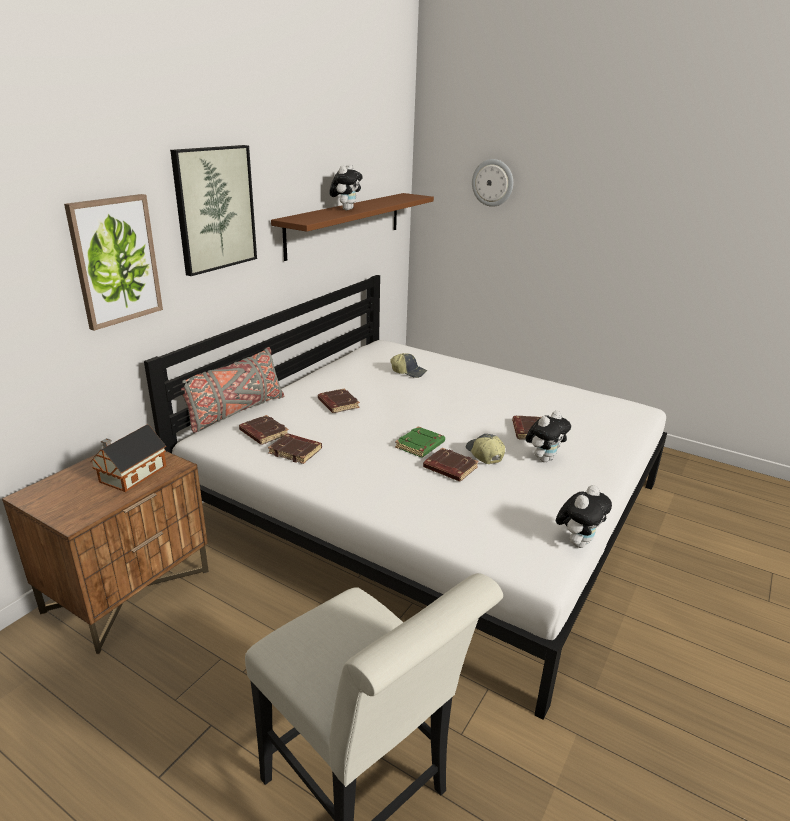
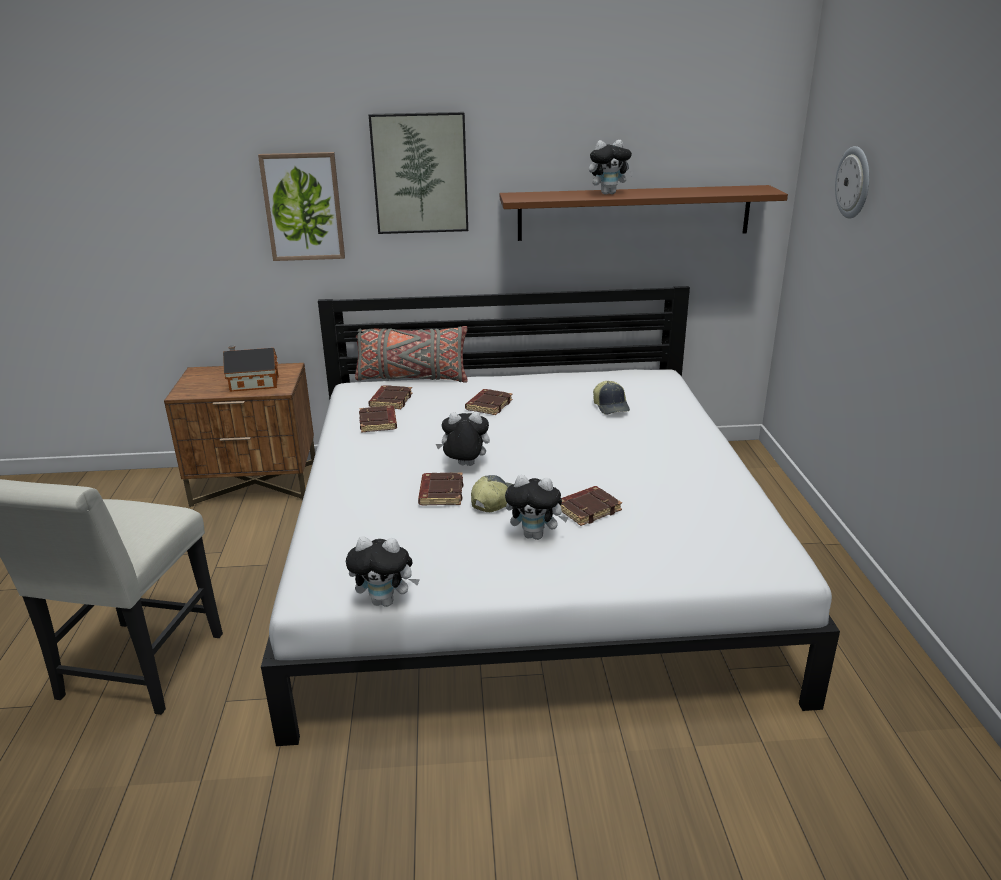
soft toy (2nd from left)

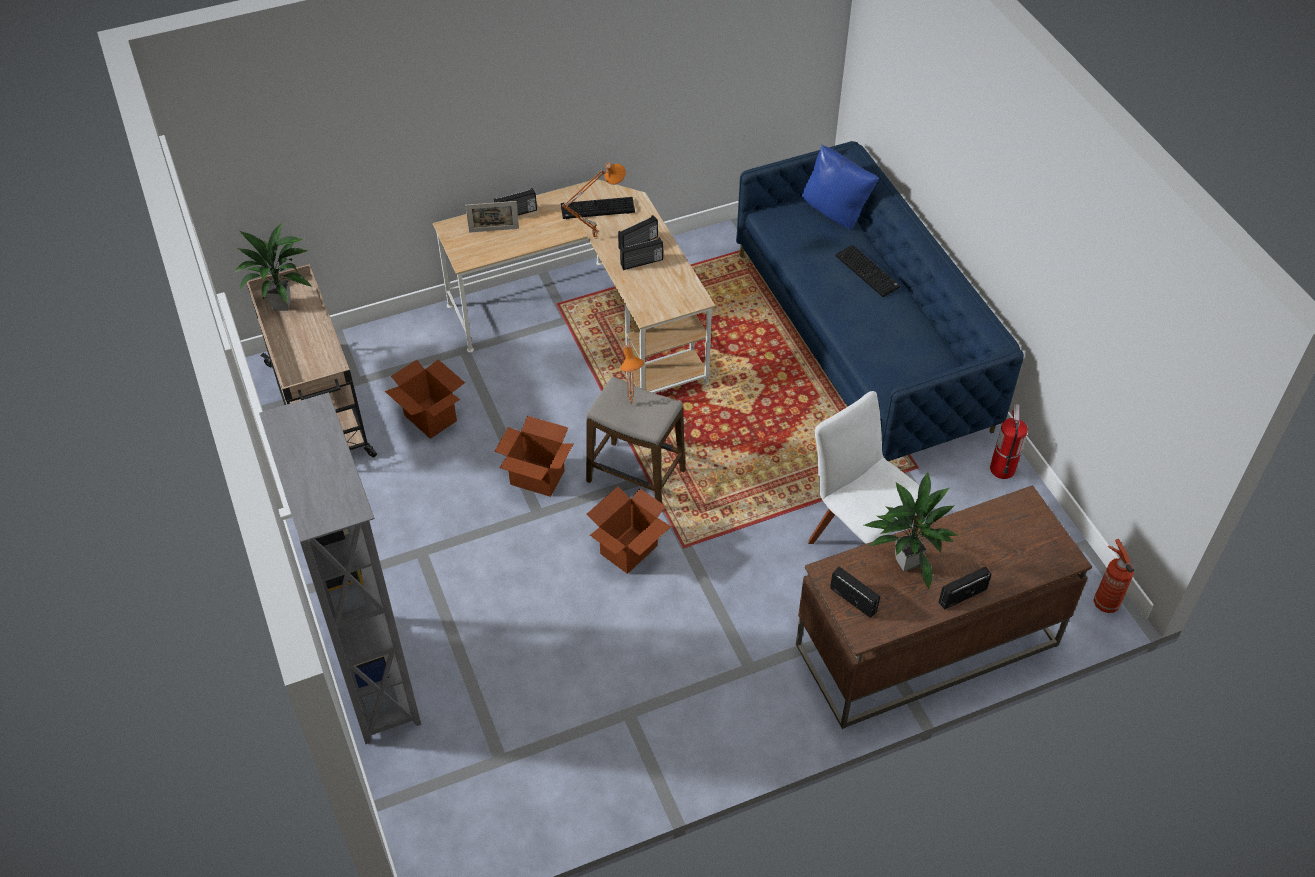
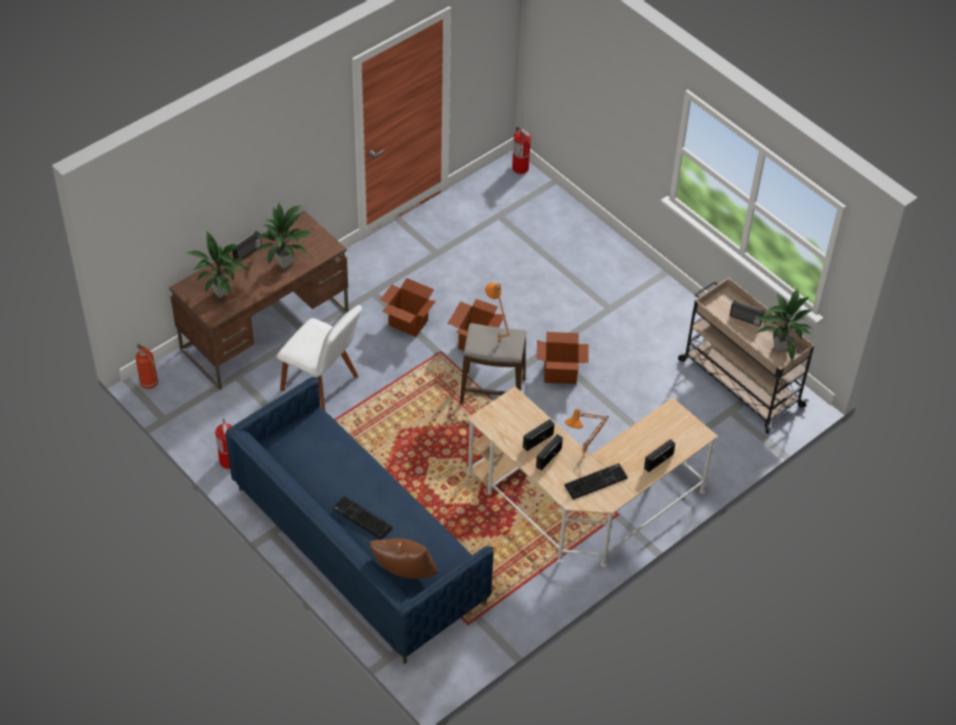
throw pillow (brown); photo frame; packing box (1st from left); shelving unit (greyish); radio (5th from left); extinguisher (3rd from left); plant in a pot (1st from left)

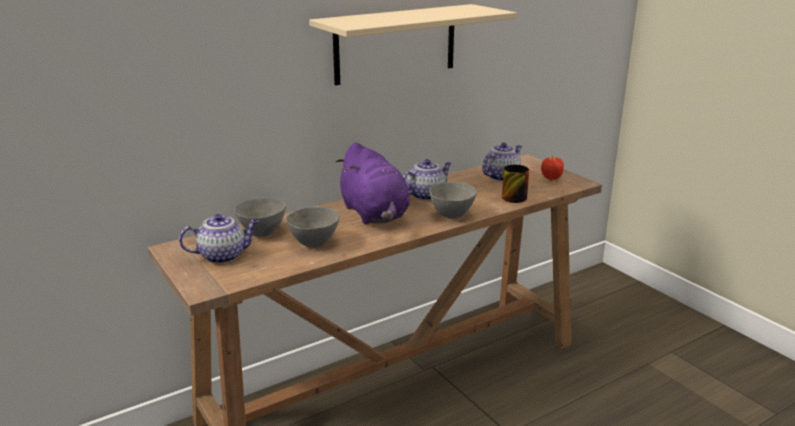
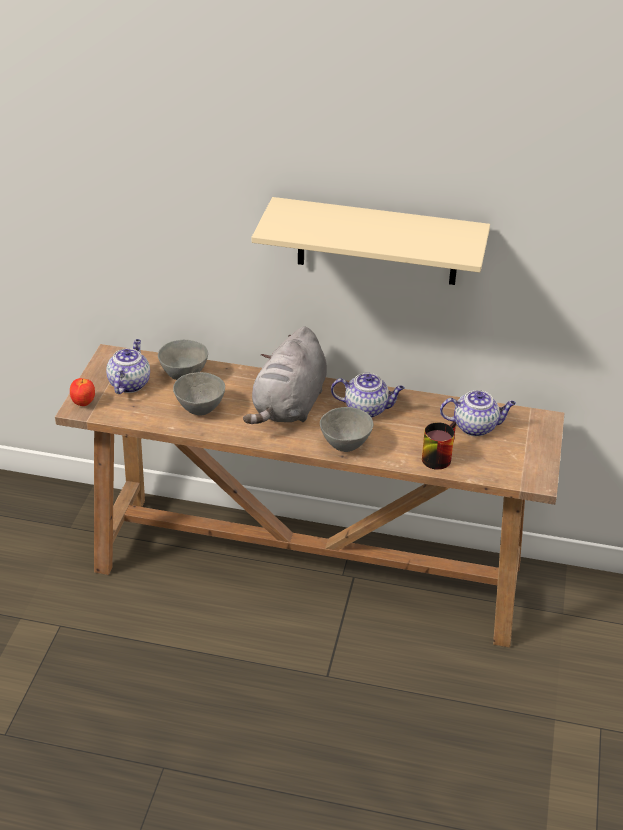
soft toy (greyish); whole apple; teapot (1st from left)

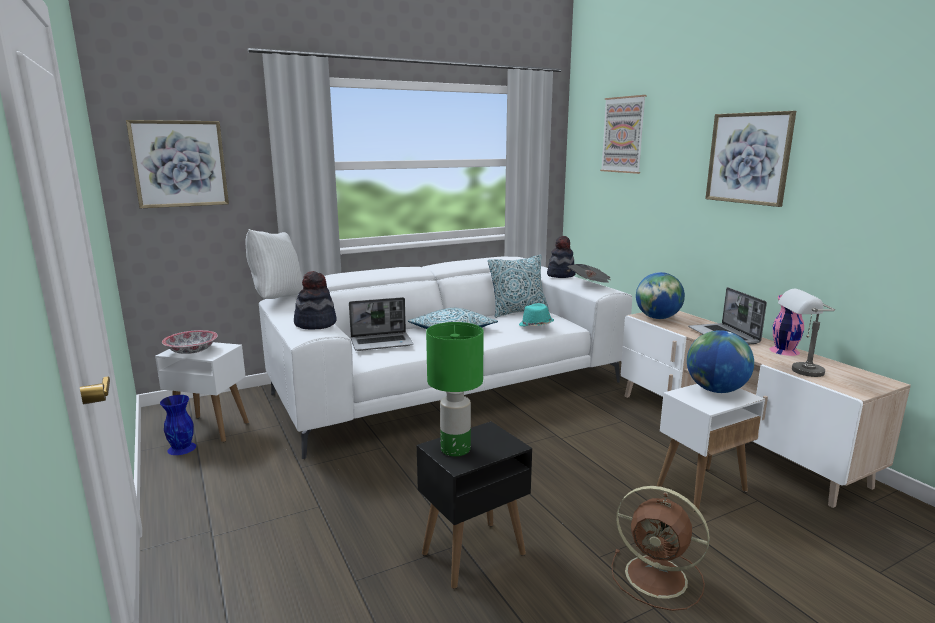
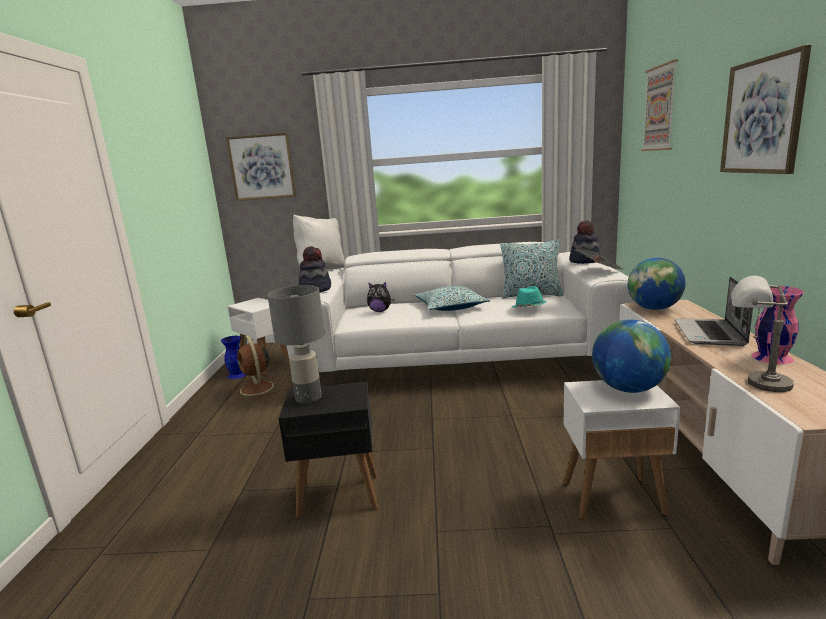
soft toy; table lamp (greyish) (1st from left); serving bowl; cooling fan (brown)

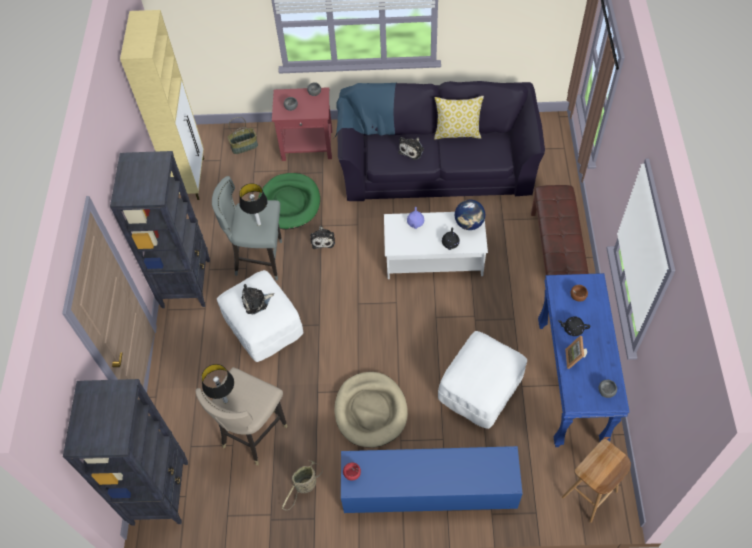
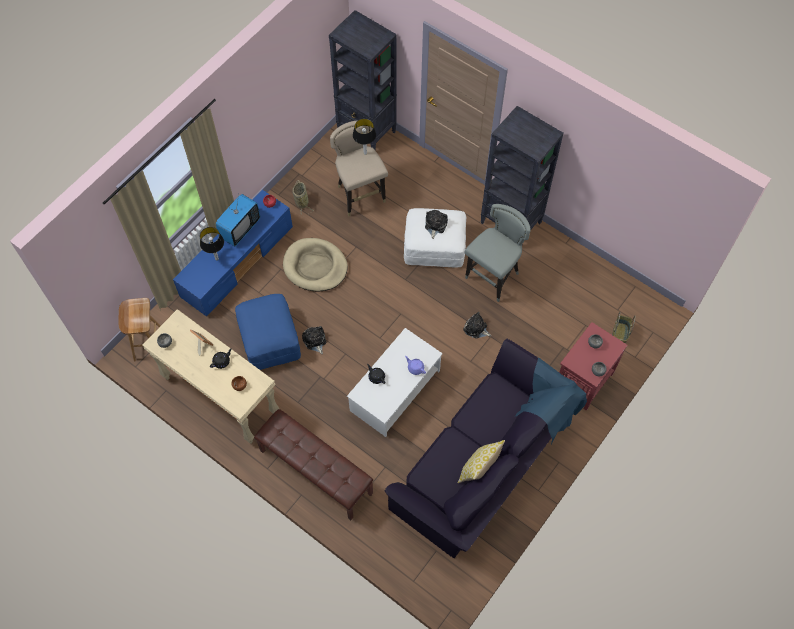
cabinet (sand-coloured); soft toy (1st from left); pet bed (greenish); table lamp (1st from left); desk globe; narrow table (sand-coloured); footrest (blue-coloured); TV set

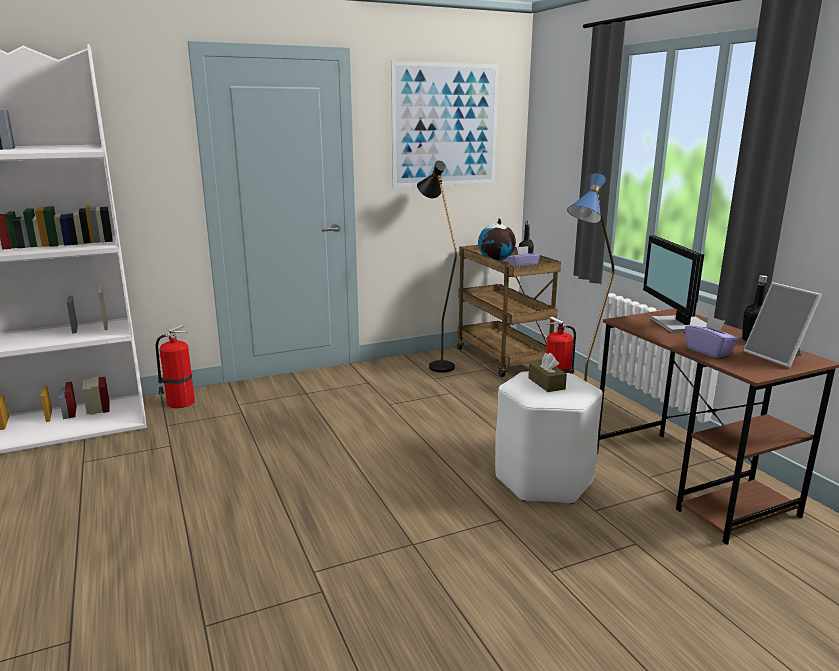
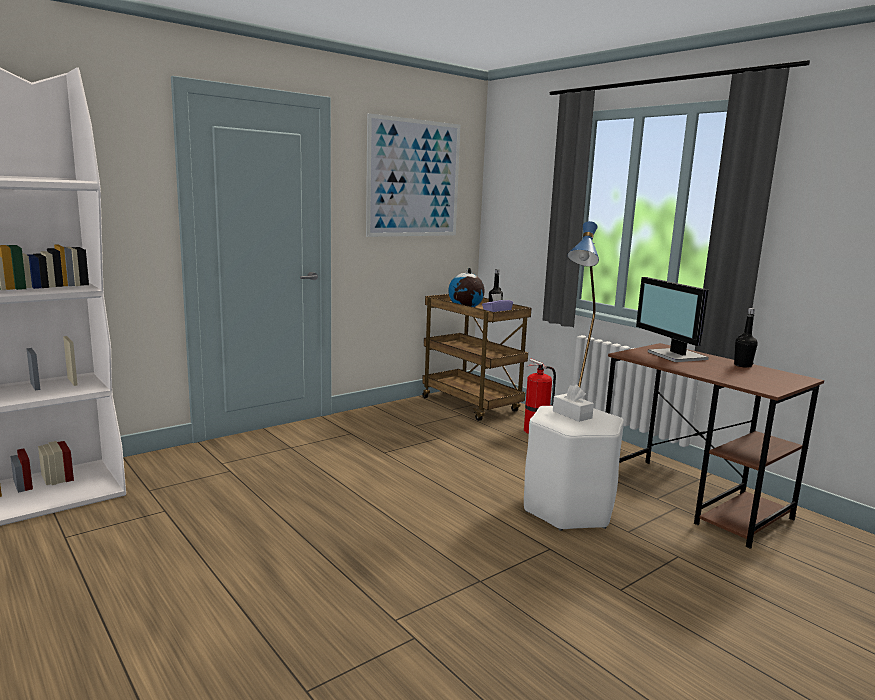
standard lamp (black-coloured); photo frame; box of tissues (purplish) (2nd from left in the first image); extinguisher (1st from left in the first image); box of tissues (whitish)

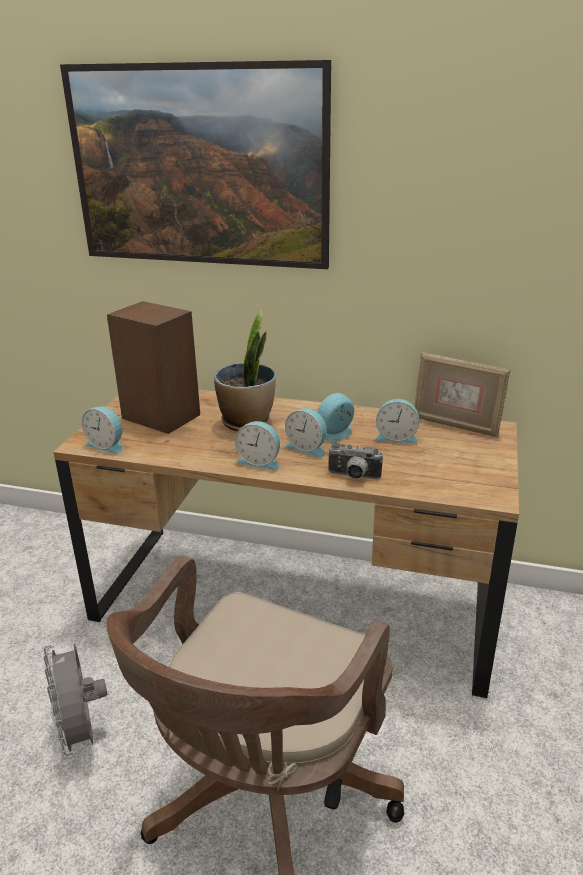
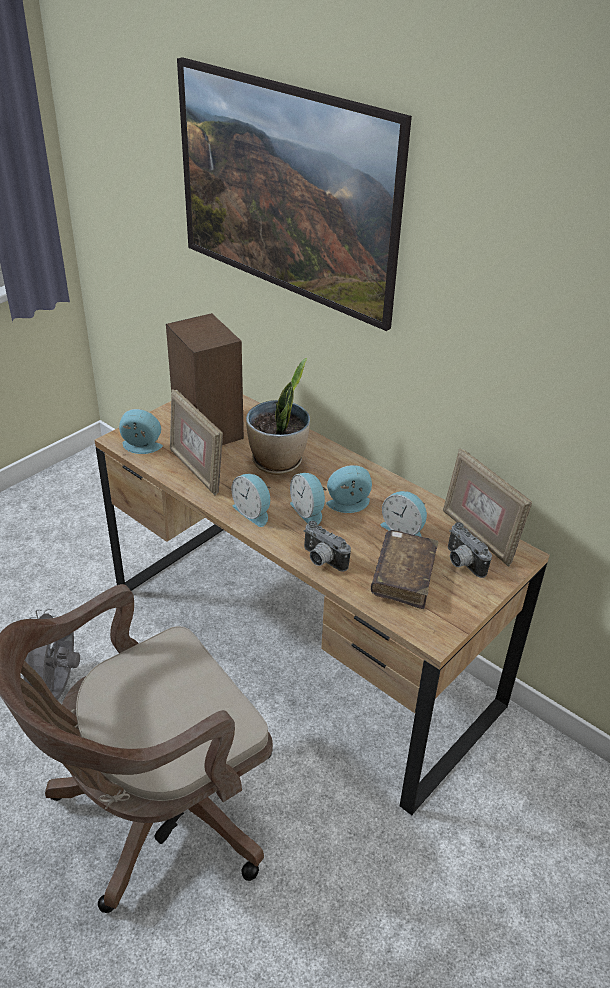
bedside clock (1st from left); photo frame (1st from left); still camera (2nd from left); bound book (brown)

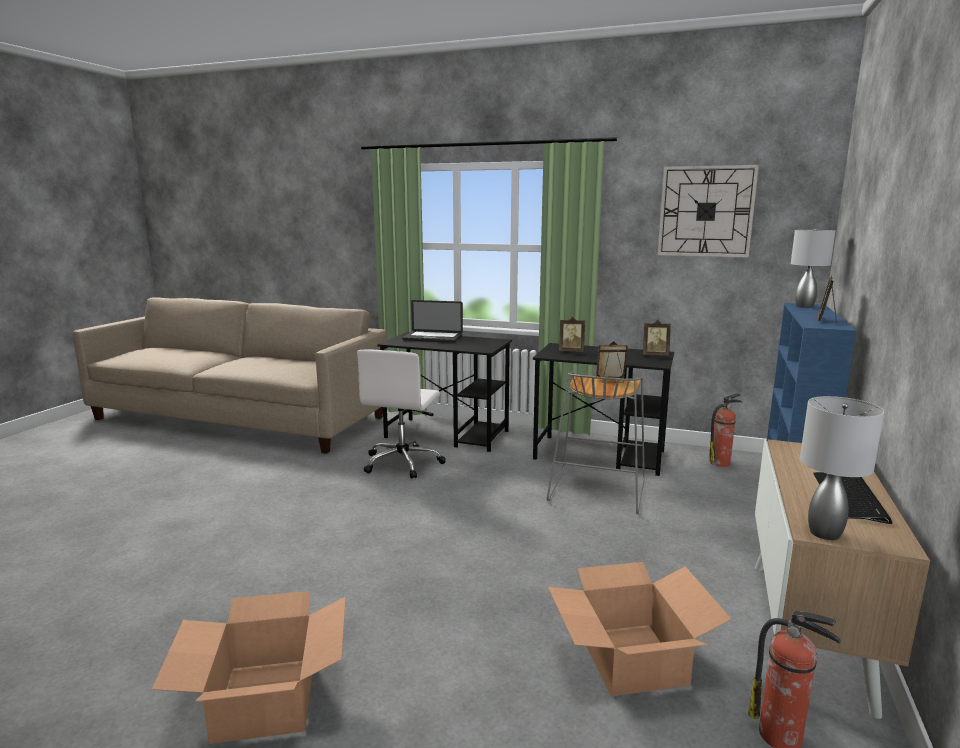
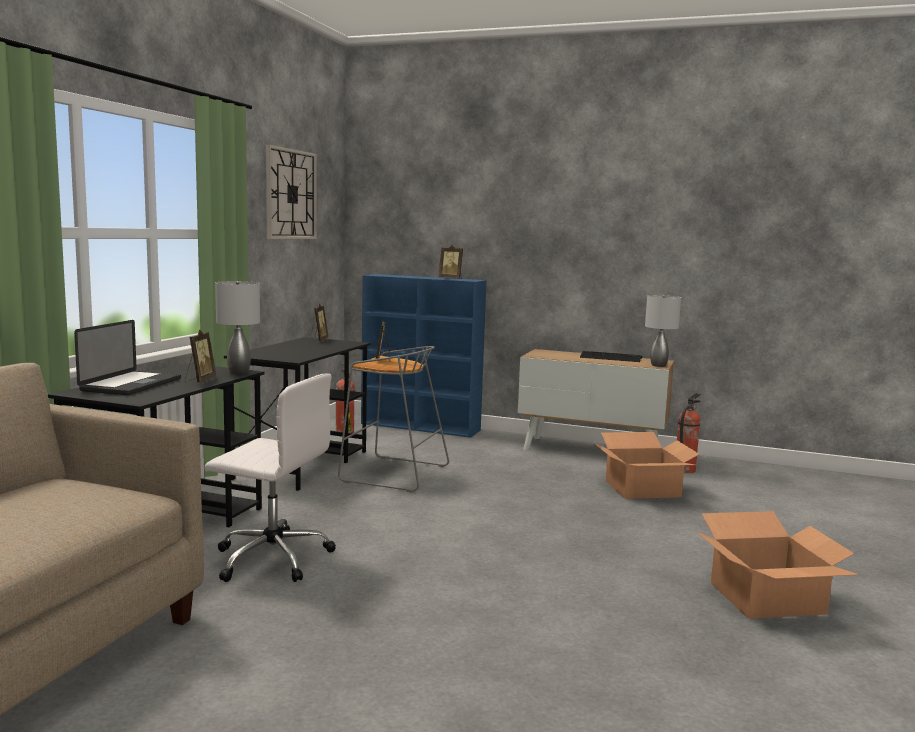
table lamp (greyish) (1st from left); photo frame (1st from left)

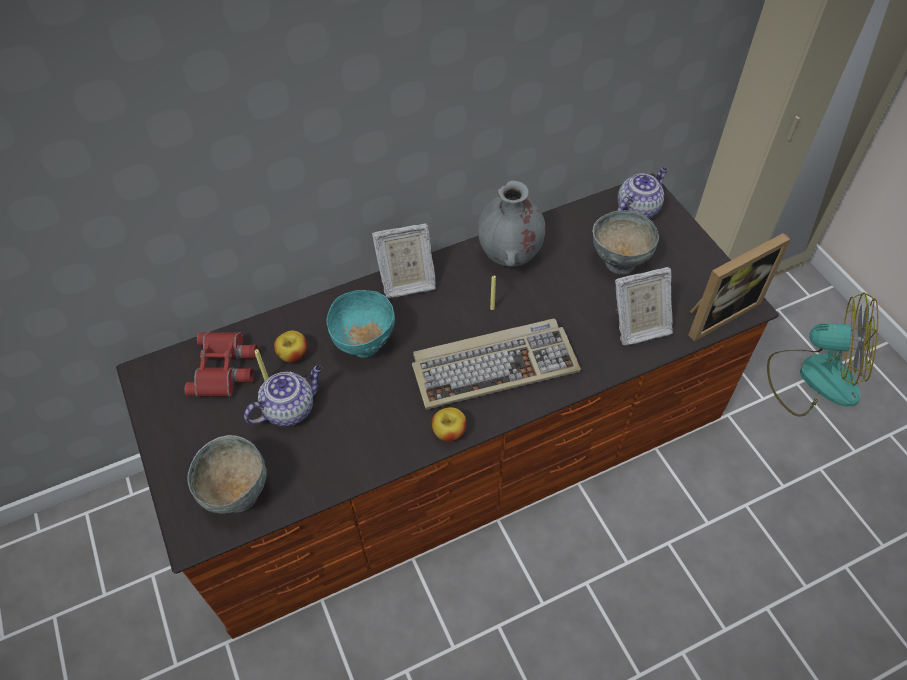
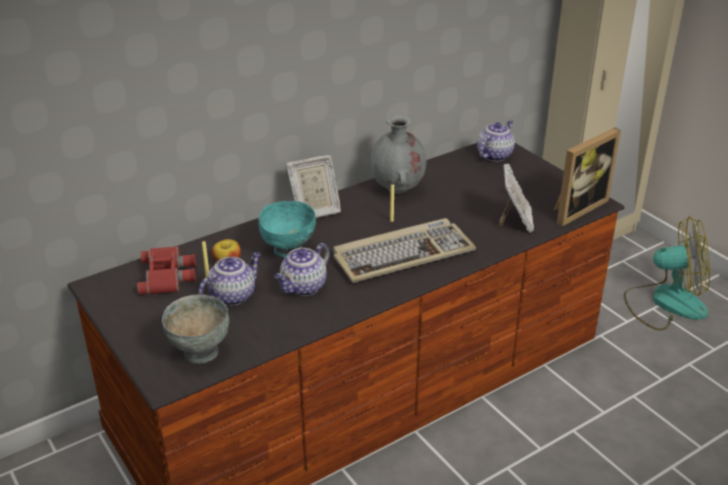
serving bowl (greyish) (2nd from left in the first image); photo frame (2nd from left); whole apple (2nd from left in the first image); teapot (2nd from left)

